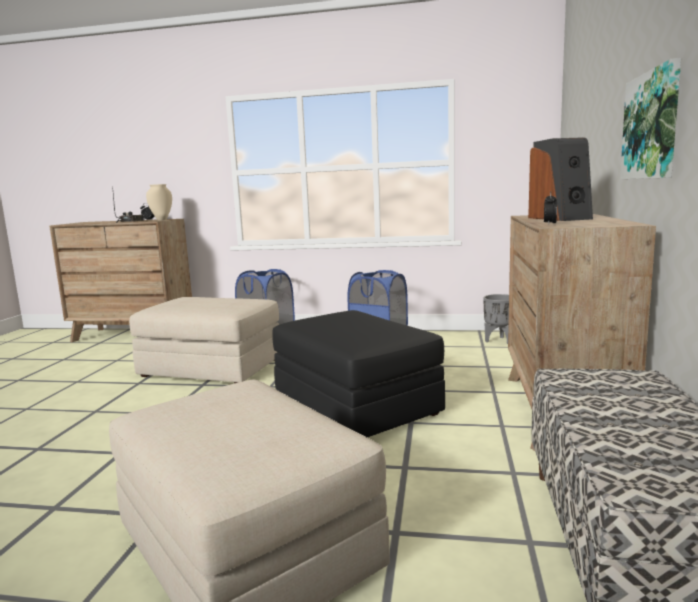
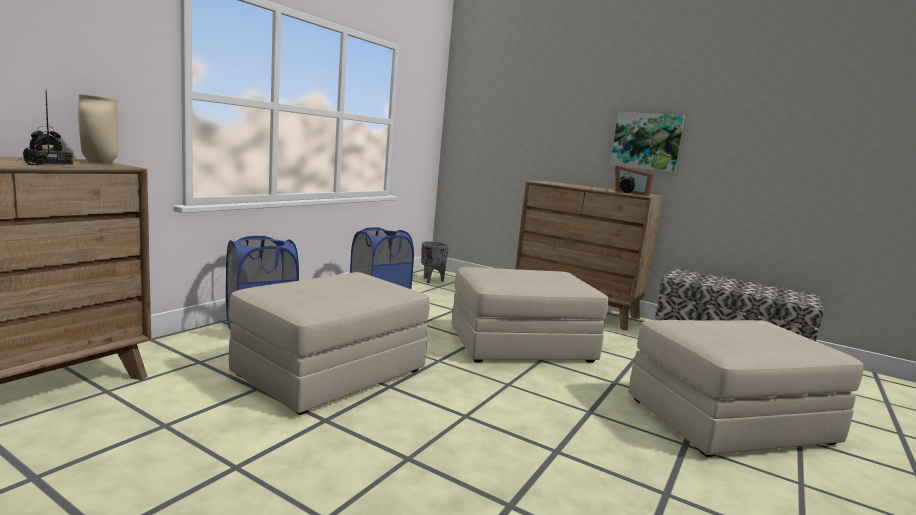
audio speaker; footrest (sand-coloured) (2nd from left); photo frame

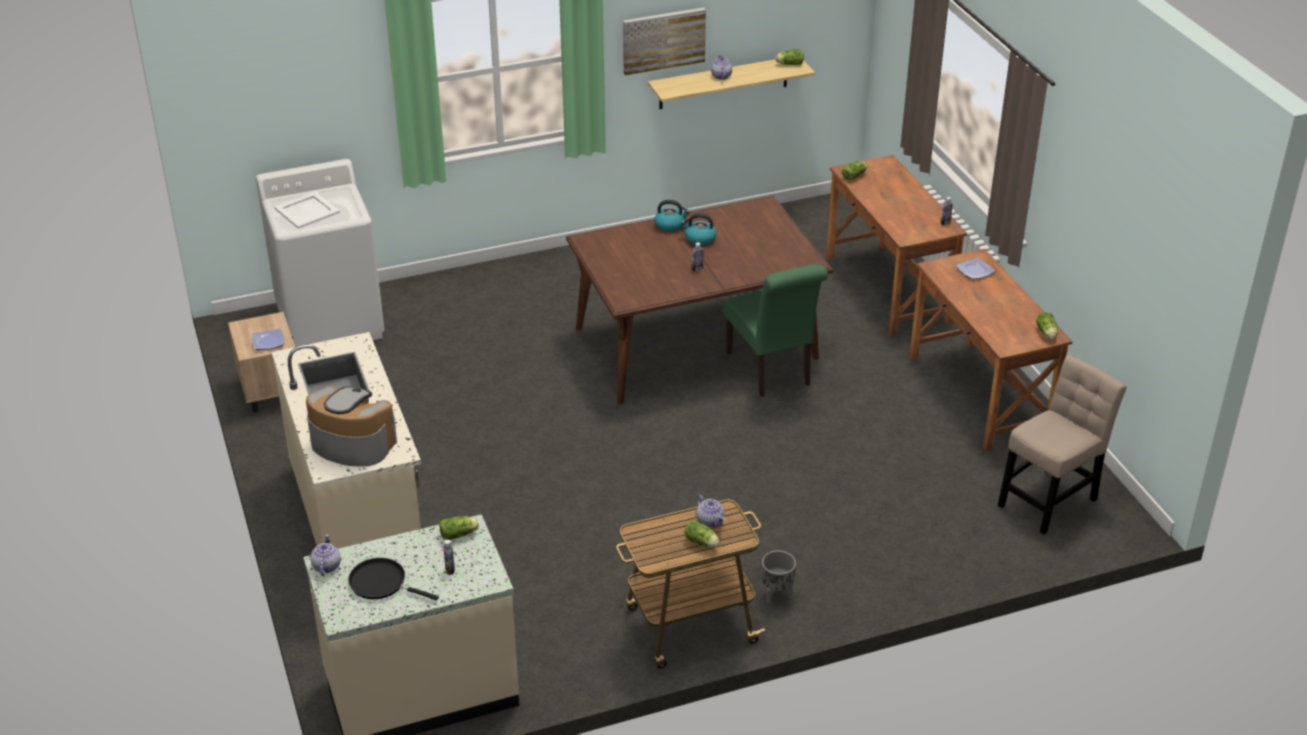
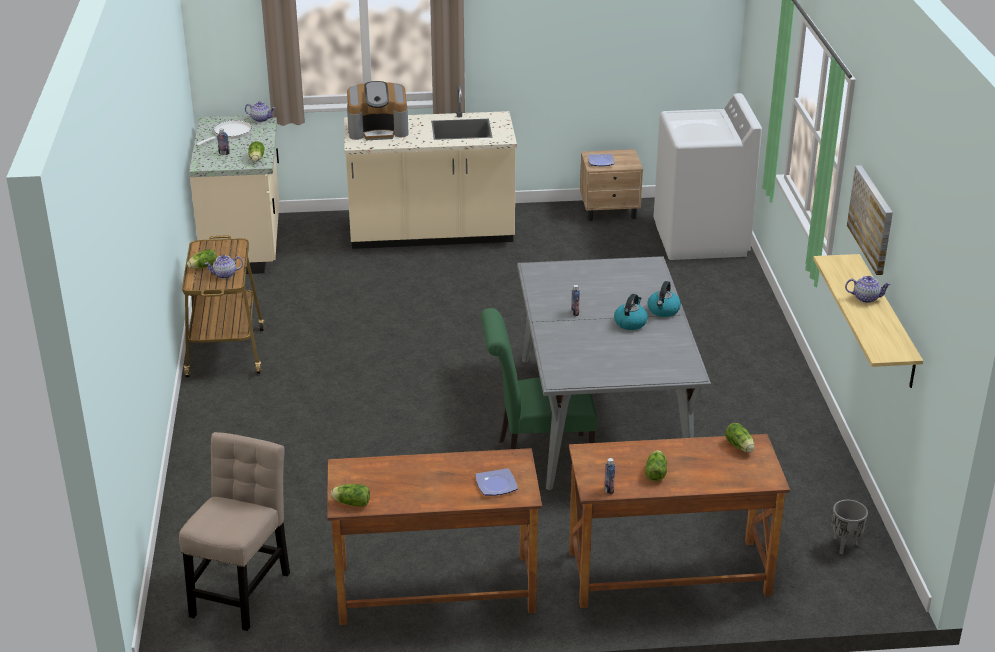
lettuce head (4th from left); tray (whitish); dinner table (greyish); plain chair (sand-coloured); coffee machine; plant pot (greyish); frying pan (whitish)

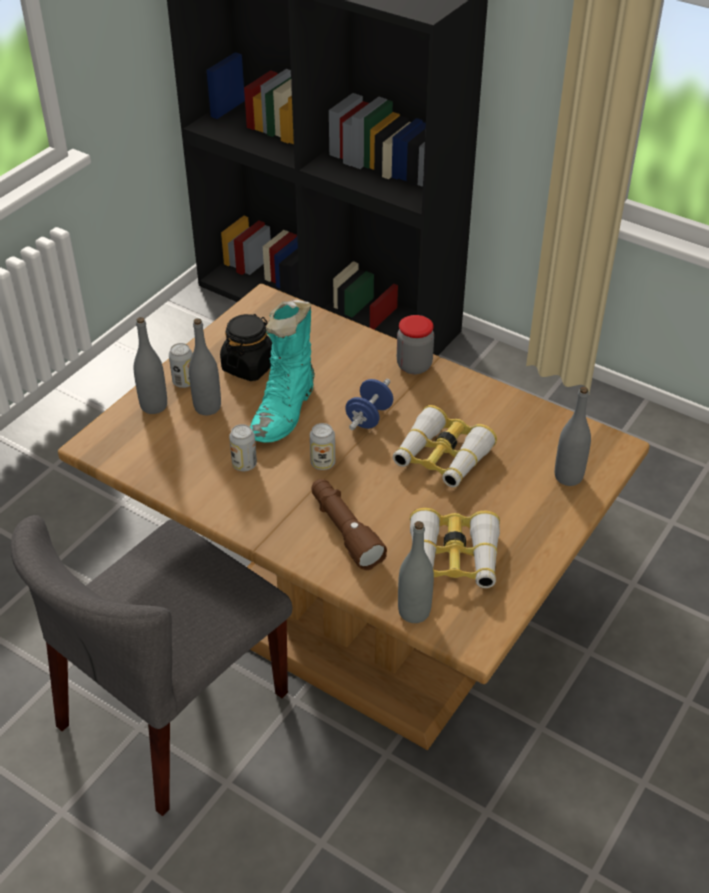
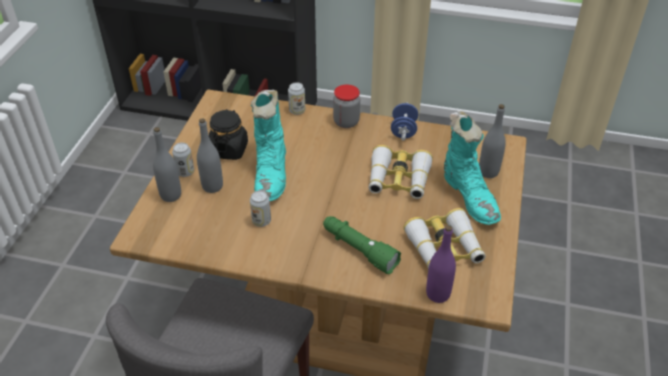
free weight (blue-coloured); can (3rd from left); flashlight (greenish); bottle (purplish); high-top boot (turquoise) (2nd from left)

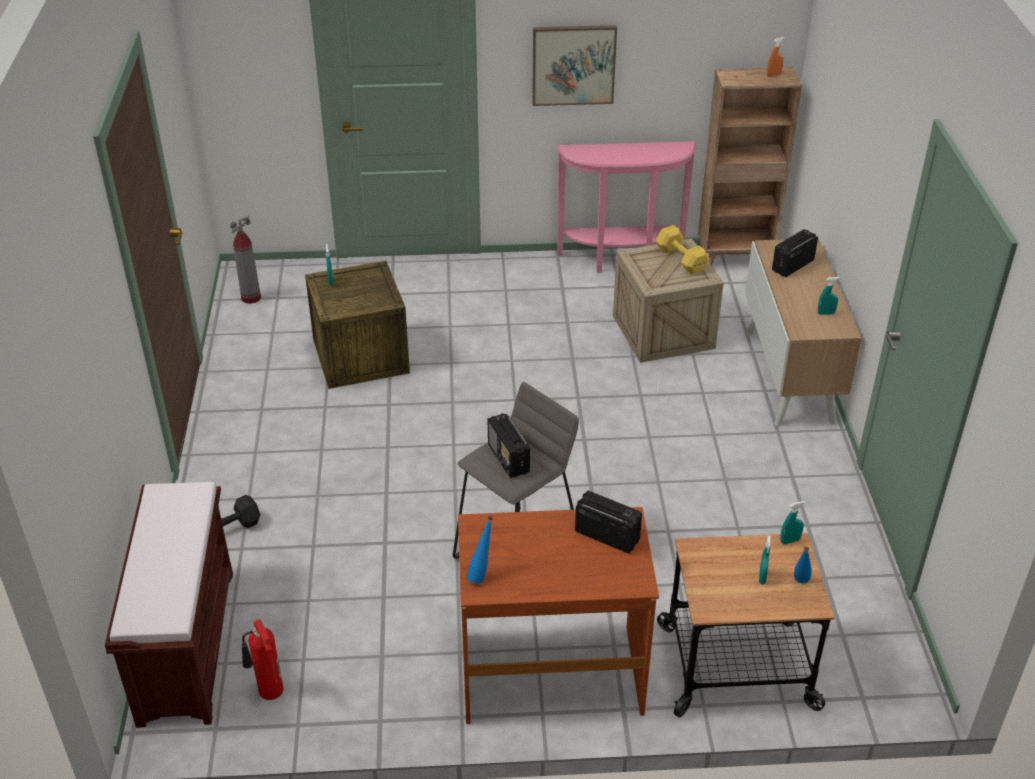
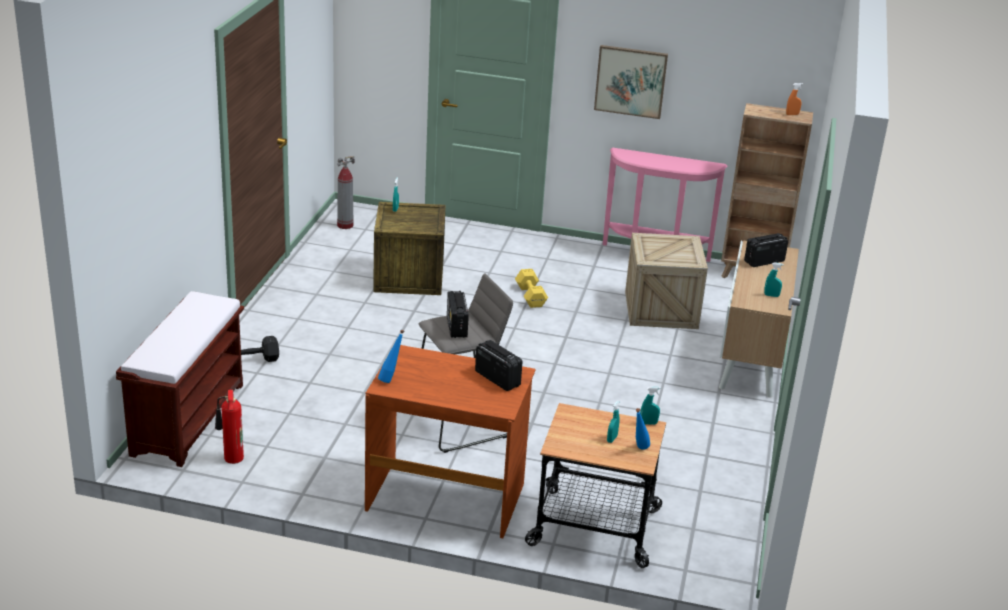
free weight (yellow)

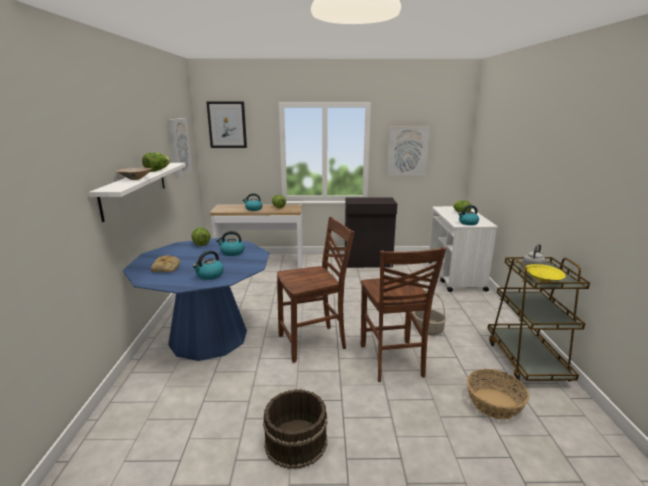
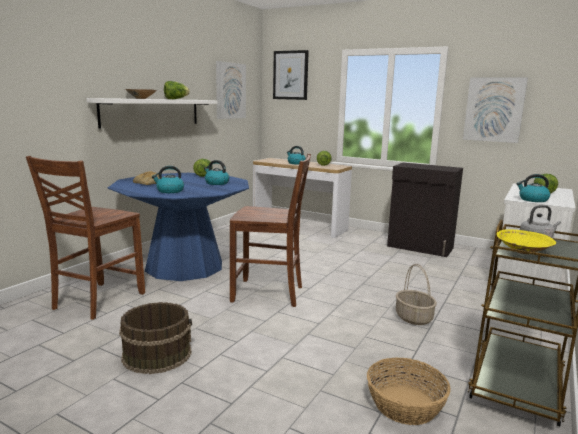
plain chair (brown) (1st from left)

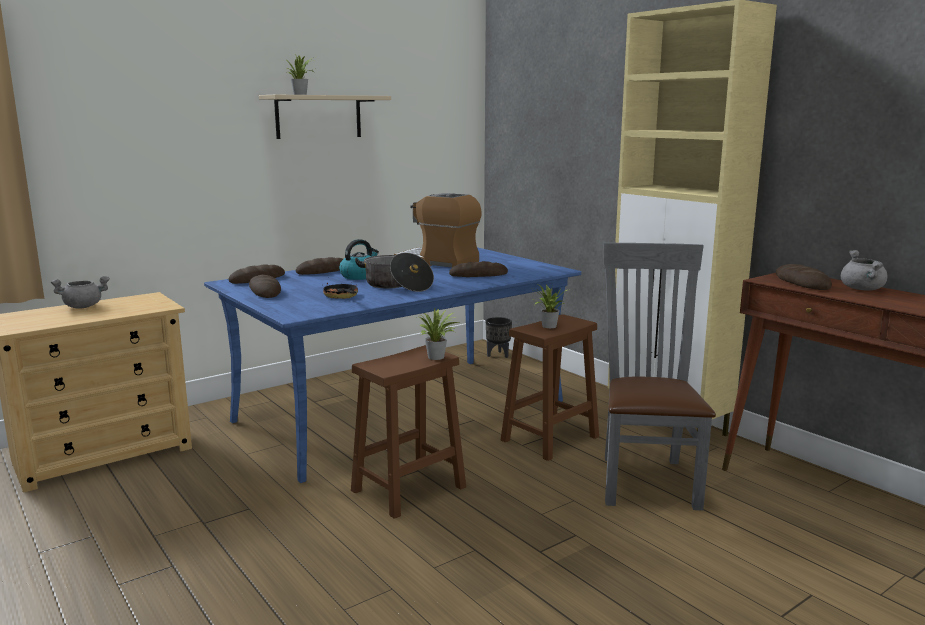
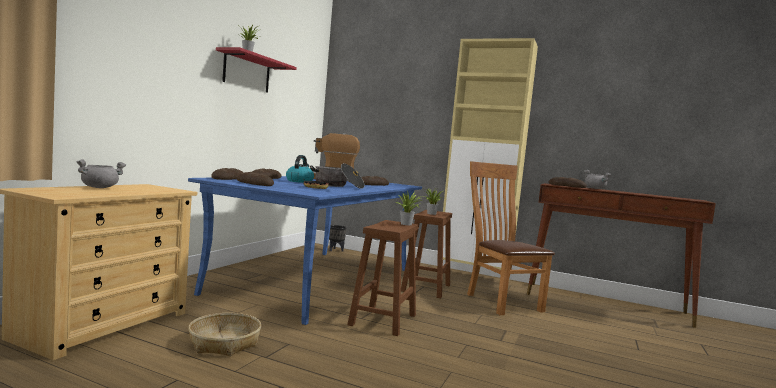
shelf (red); plain chair (brown); basket

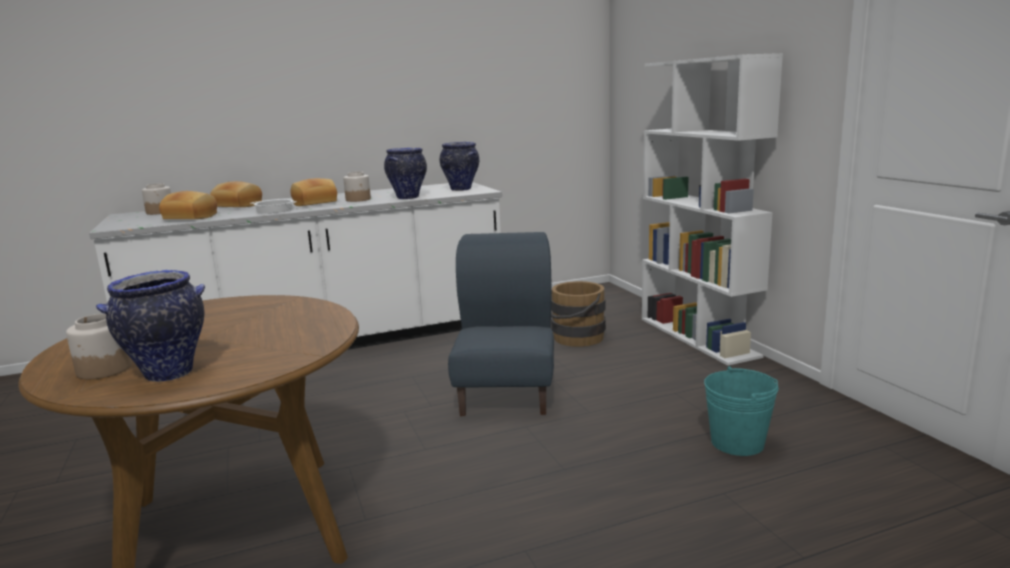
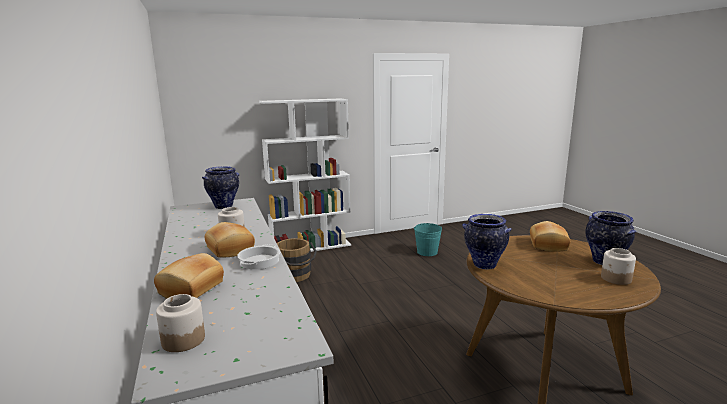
decorative vase (2nd from left); bread (3rd from left); plain chair (blue-coloured)

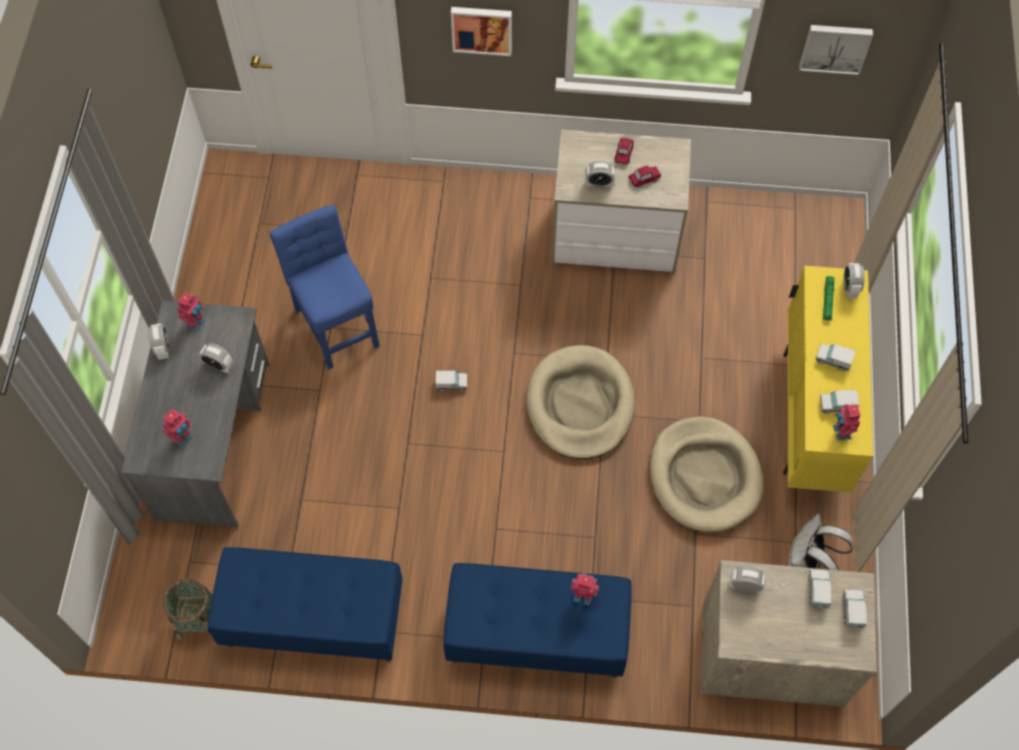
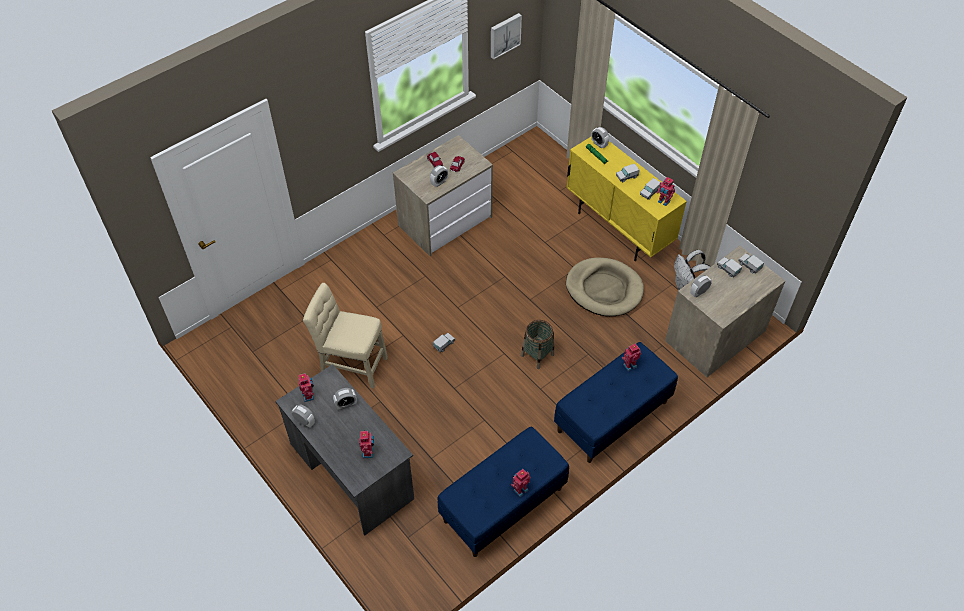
wall art (1st from left in the first image); plain chair (sand-coloured); pet bed (sand-coloured) (1st from left in the first image); basket; model robot (3rd from left)

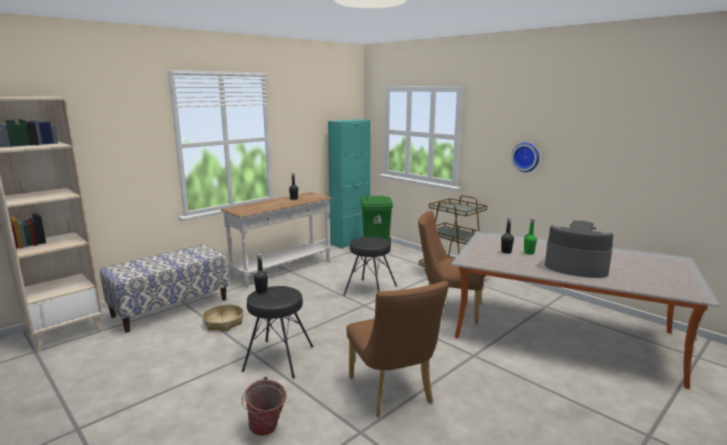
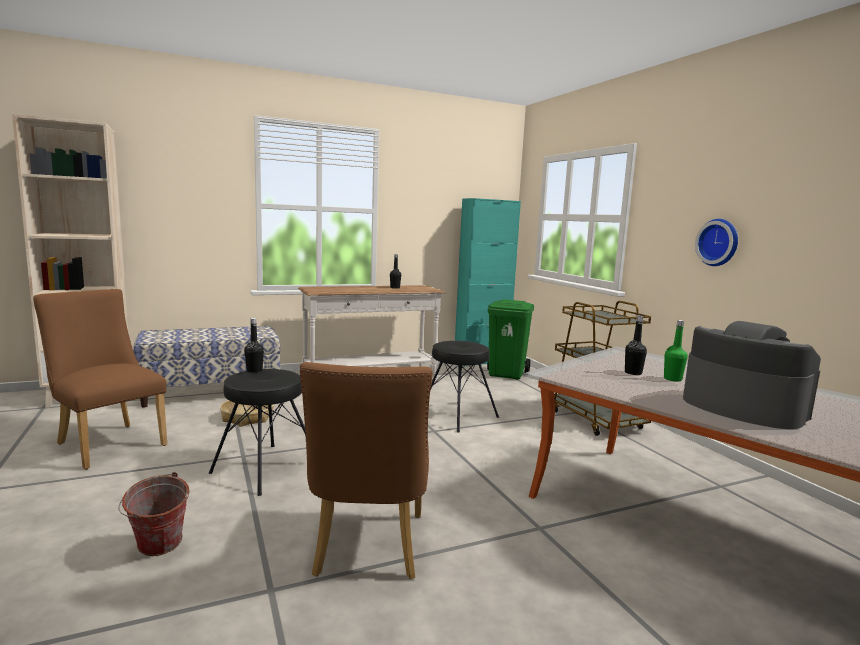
plain chair (brown) (1st from left)

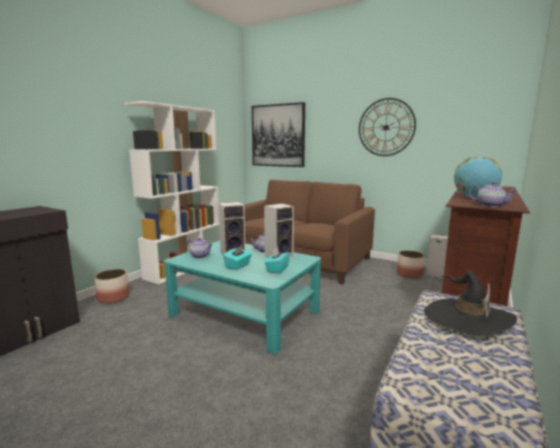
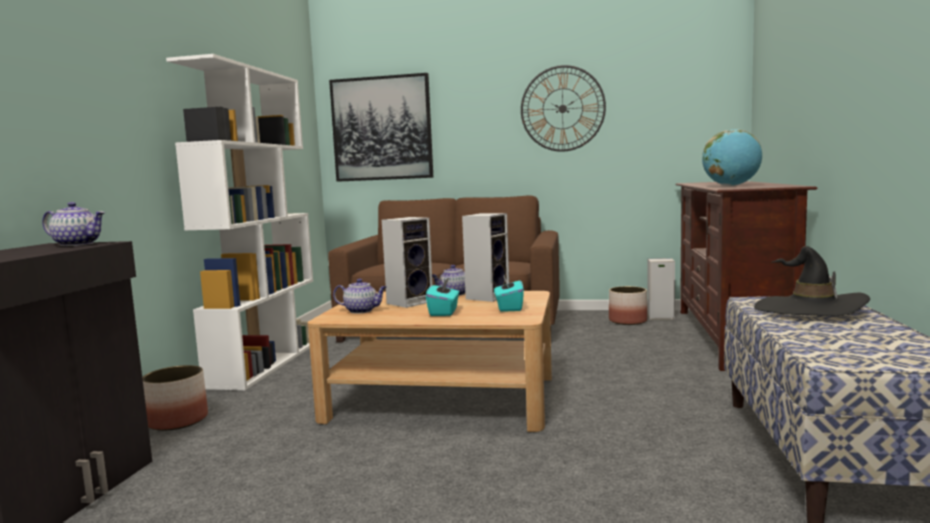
teapot (1st from left); low table (sand-coloured)

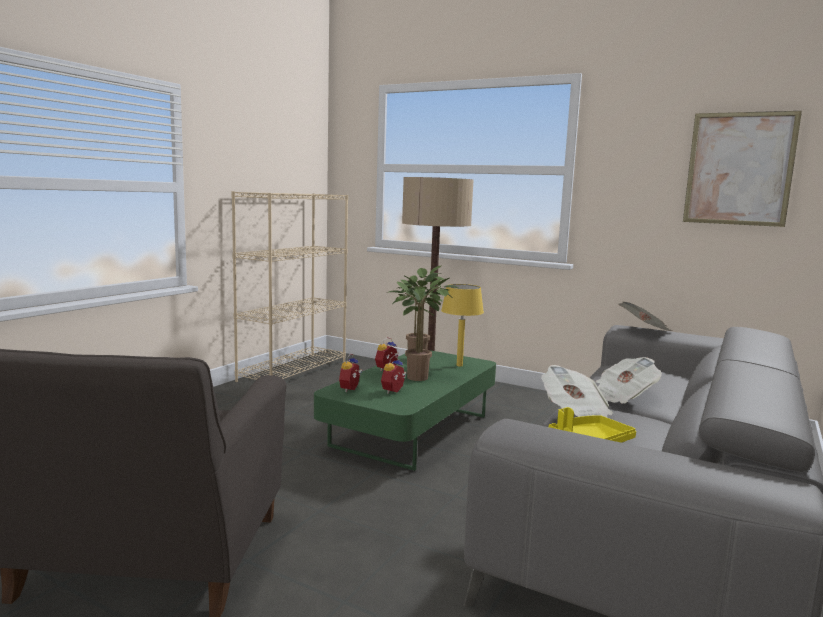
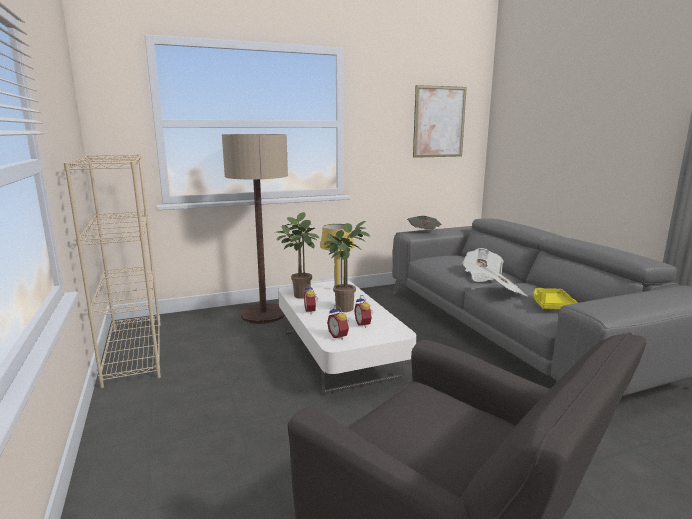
low table (whitish)

